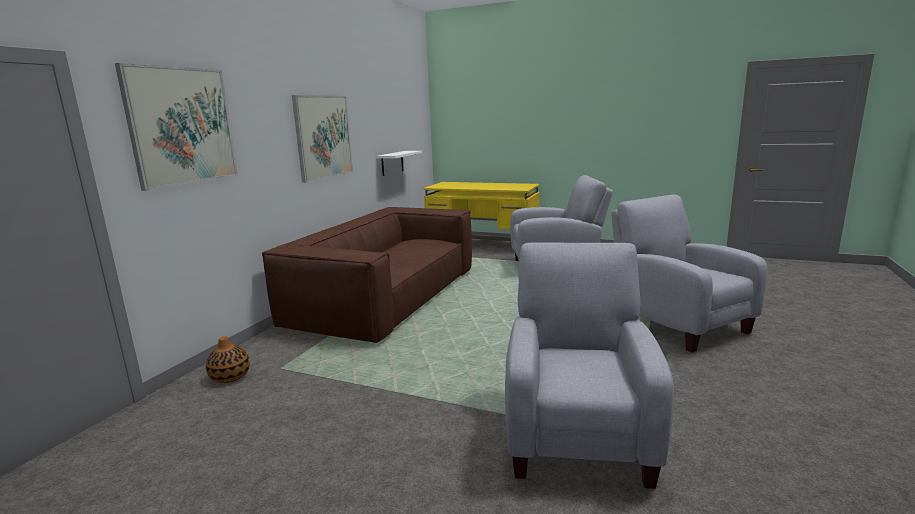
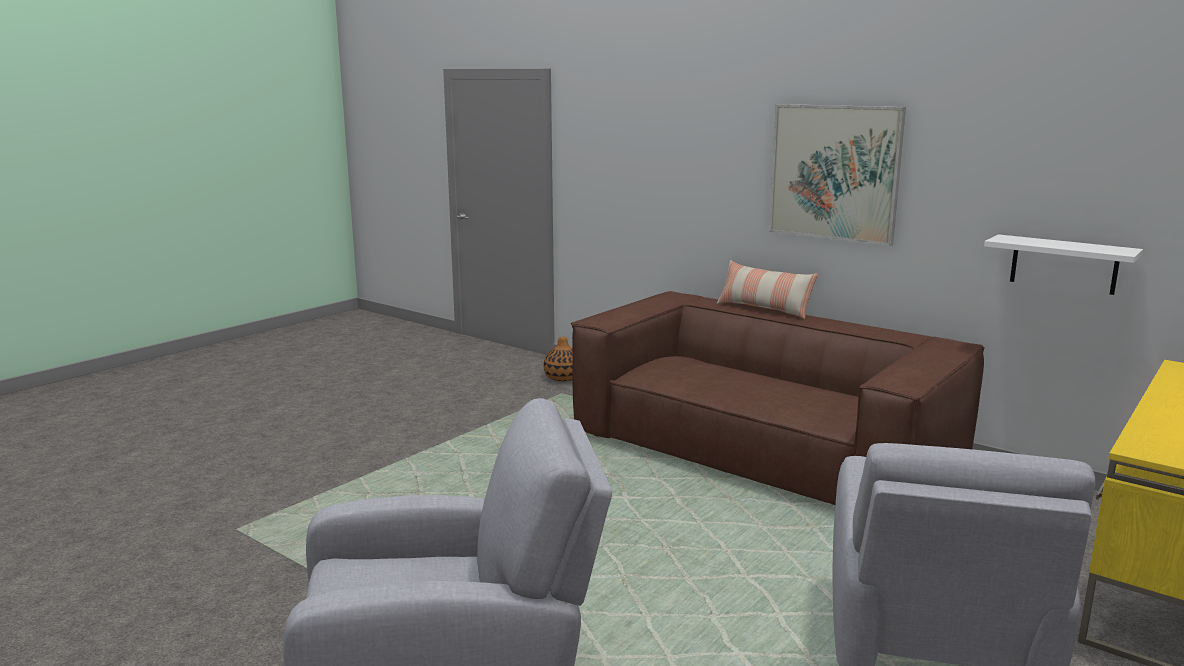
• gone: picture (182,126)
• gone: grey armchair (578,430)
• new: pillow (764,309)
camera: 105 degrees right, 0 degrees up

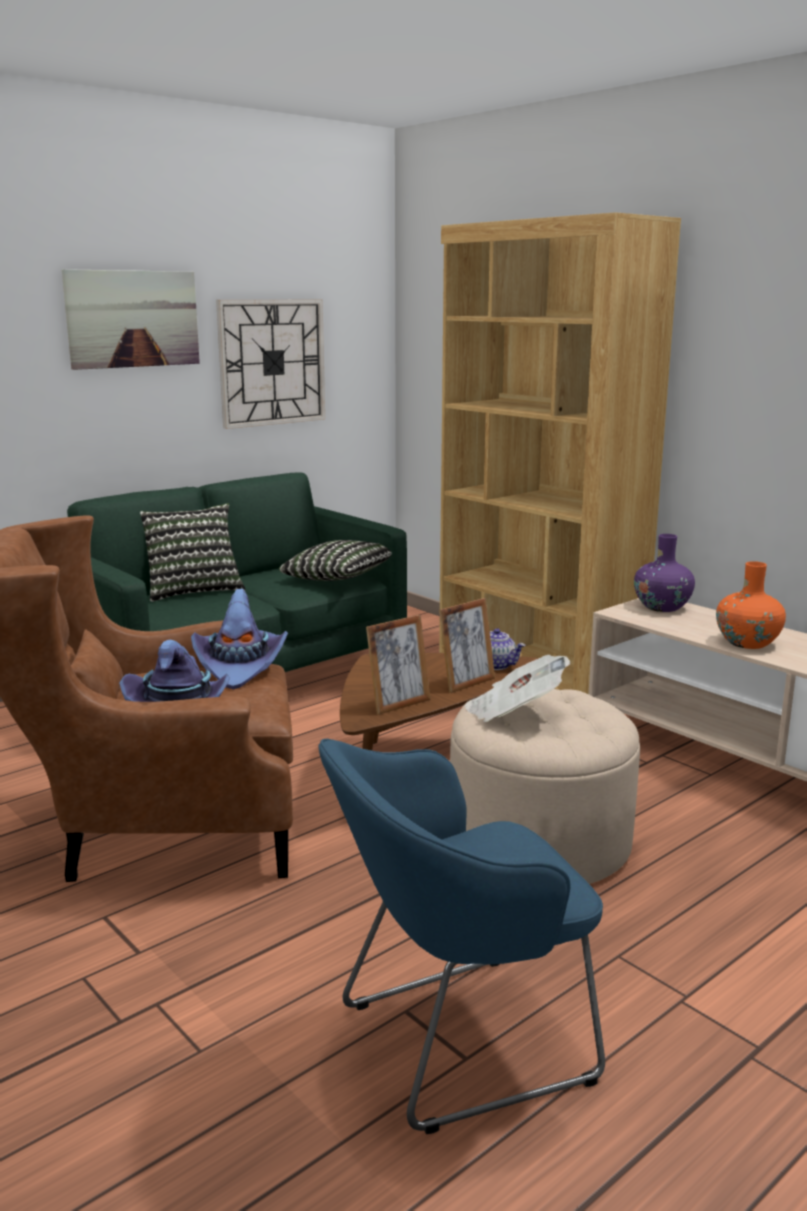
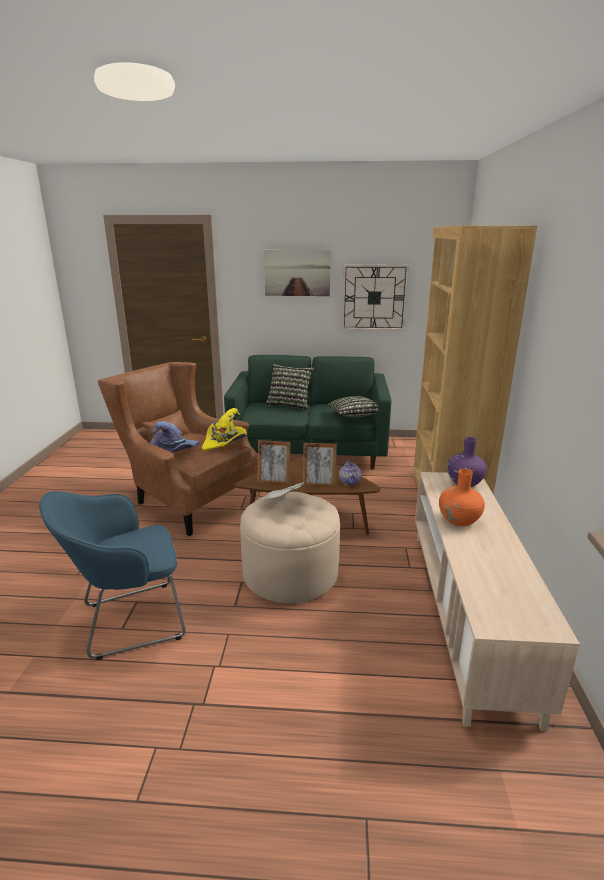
• repainted: purple hat (240,666) to yellow hat (225,442)
• rotated: blue armchair (454,1043) = (128,621) 45 degrees counterclockwise
camera: 45 degrees right, 5 degrees up

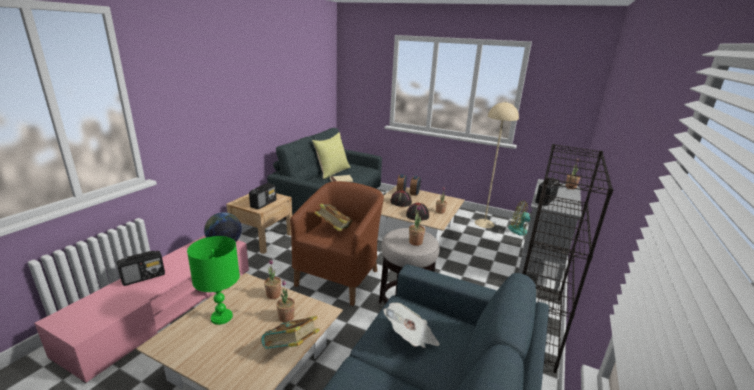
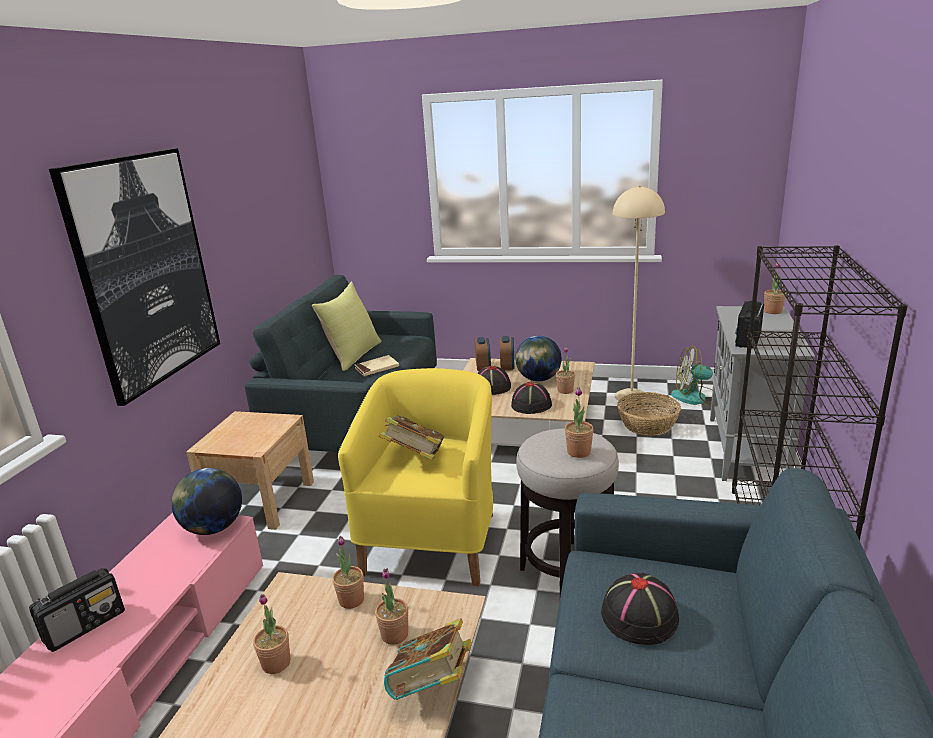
• repainted: brown armchair (340,277) to yellow armchair (433,541)
• gone: radio (264,204)
• swapped: green table lamp (222,317) to potted plant (276,663)
• swapped: newspaper (410,337) to black hat (640,616)
• new: picture (145,271)
• new: globe (538,379)
• new: basket (648,424)
camera: 10 degrees left, 0 degrees up

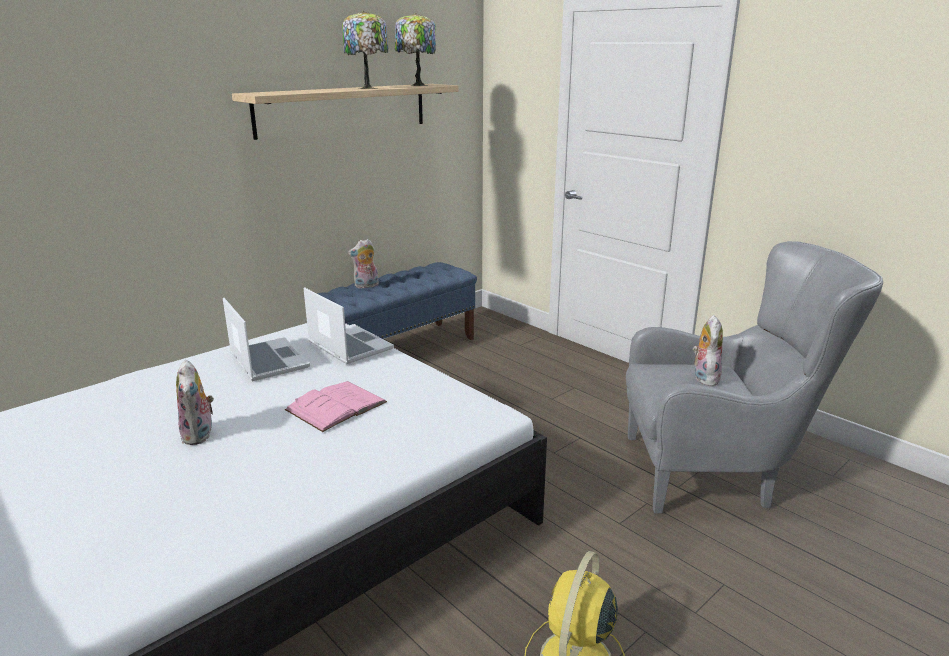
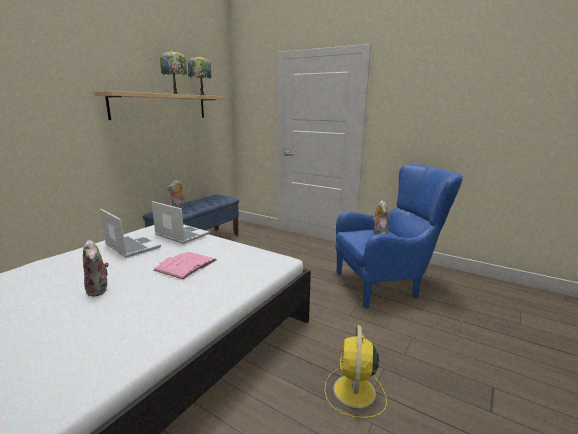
• repainted: grey armchair (719,473) to blue armchair (387,285)
camera: 15 degrees left, 5 degrees down

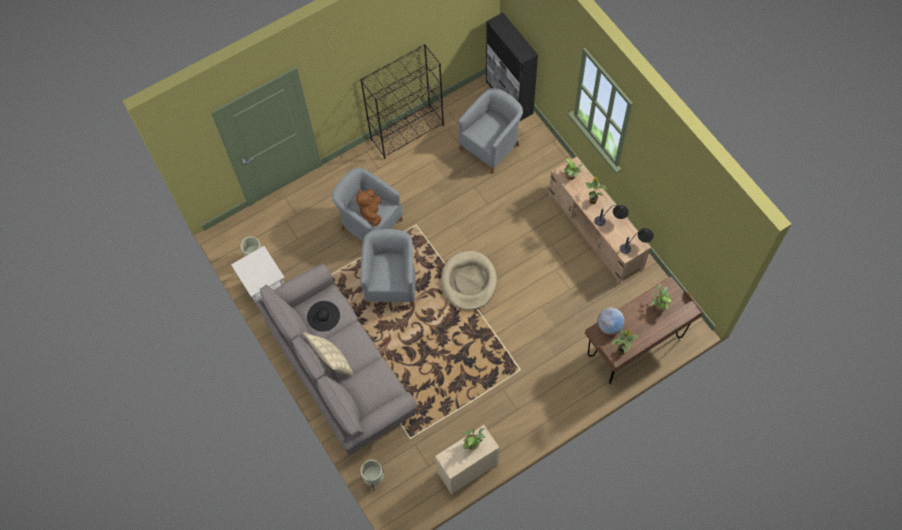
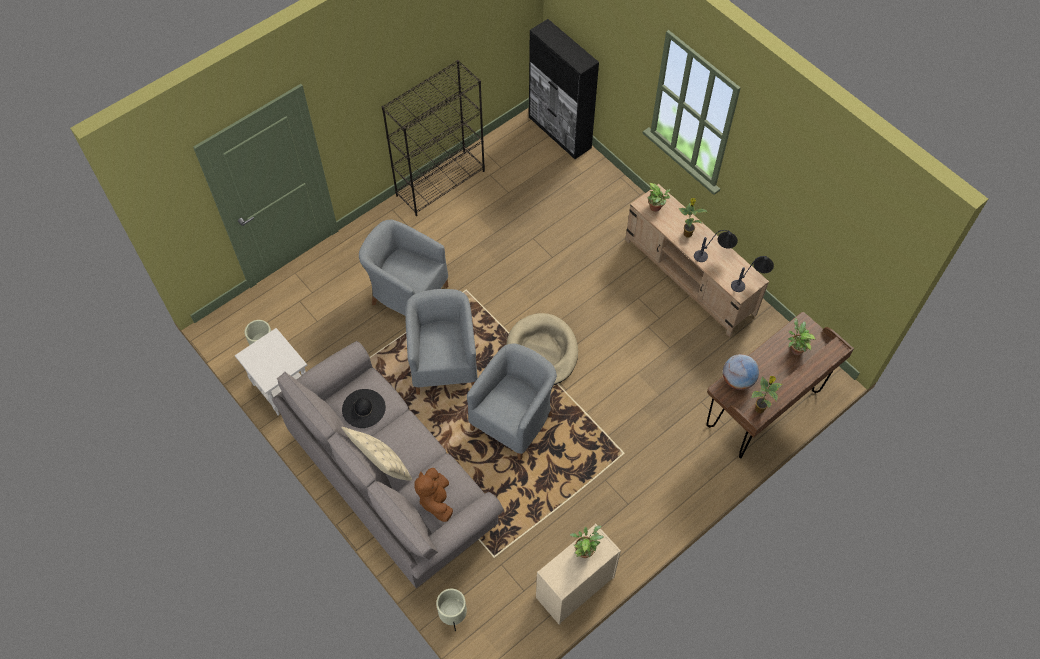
• shifted: grey armchair (491,146) to (514,419)
• shifted: brown plush toy (371,212) to (436,500)
camera: 10 degrees left, 5 degrees down

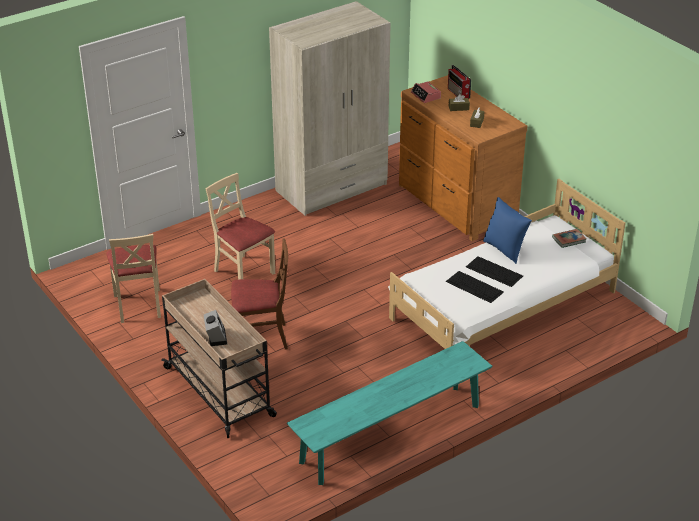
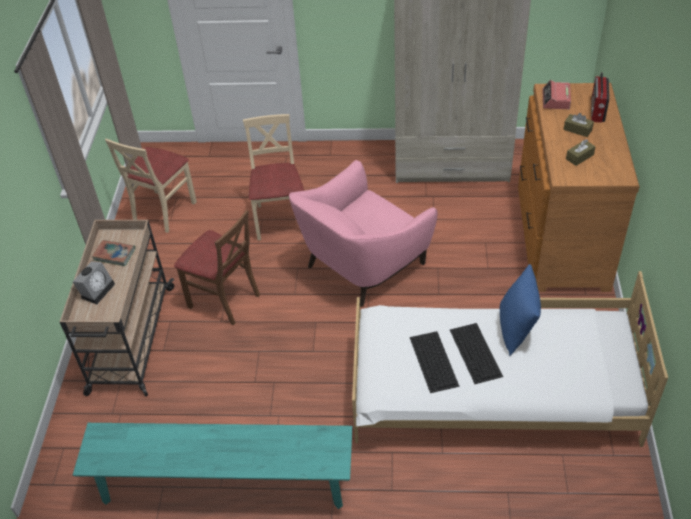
• shifted: book (569,240) to (114,254)
• new: pink armchair (363,264)
camera: 40 degrees right, 10 degrees up

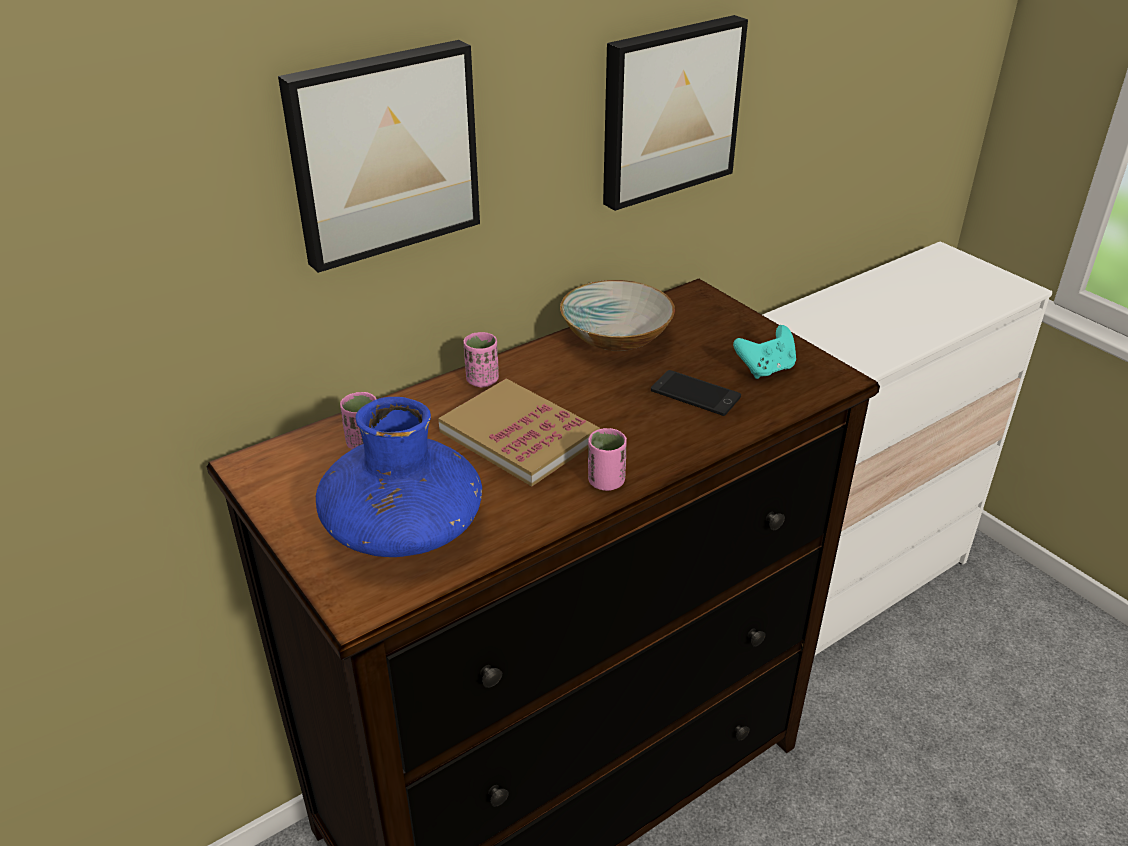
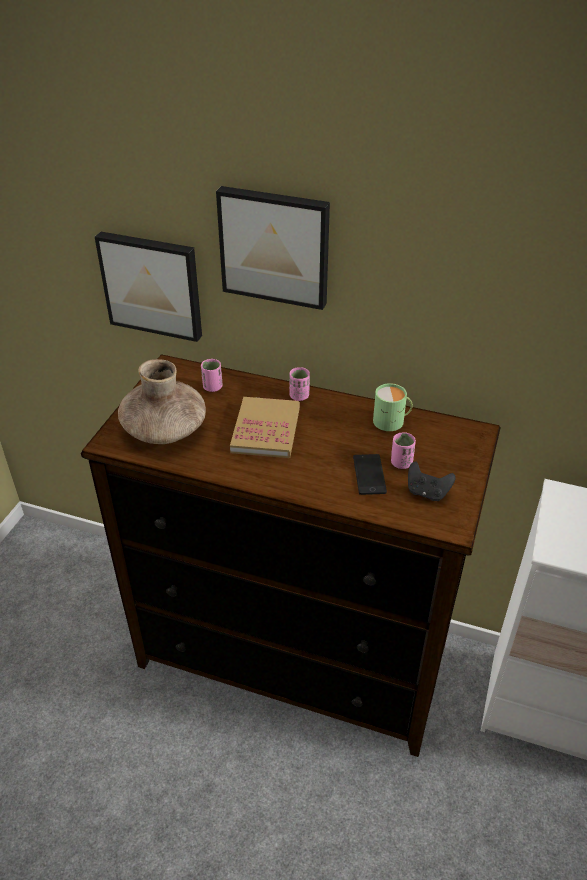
• shifted: picture (668,110) to (152,284)
• swapped: bowl (615,337) to green mug (392,421)
• repainted: turquoise game controller (766,369) to black game controller (427,493)
• repainted: blue vase (403,528) to brown vase (165,429)
• shifted: pink cup (606,482) to (401,463)
camera: 55 degrees right, 5 degrees up

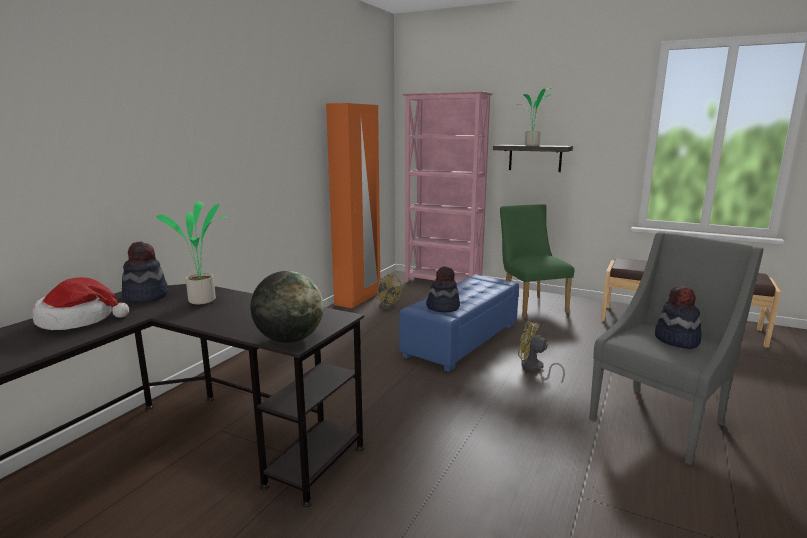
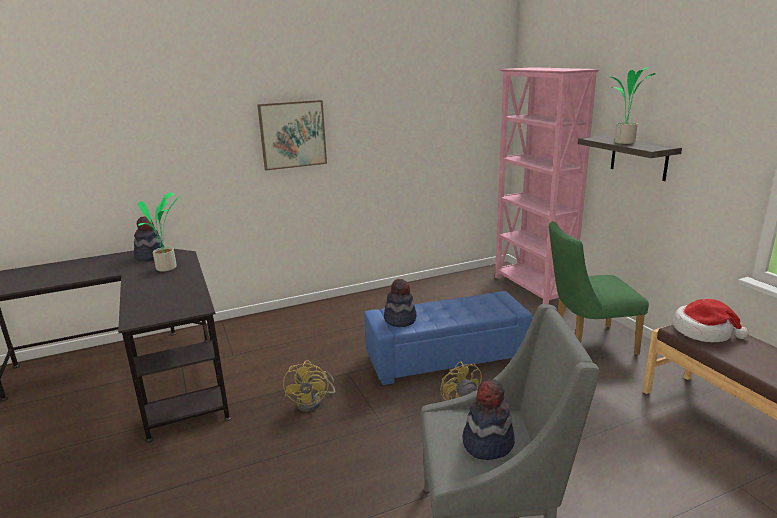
• gone: orange wardrobe (358,298)
• rotated: green chair (530,305) = (586,343) 120 degrees counterclockwise
• gone: globe (289,339)
• shifted: yellow fan (387,306) to (313,402)
• shifted: hat (78,320) to (703,332)
• new: picture (292,134)
camera: 40 degrees right, 5 degrees up

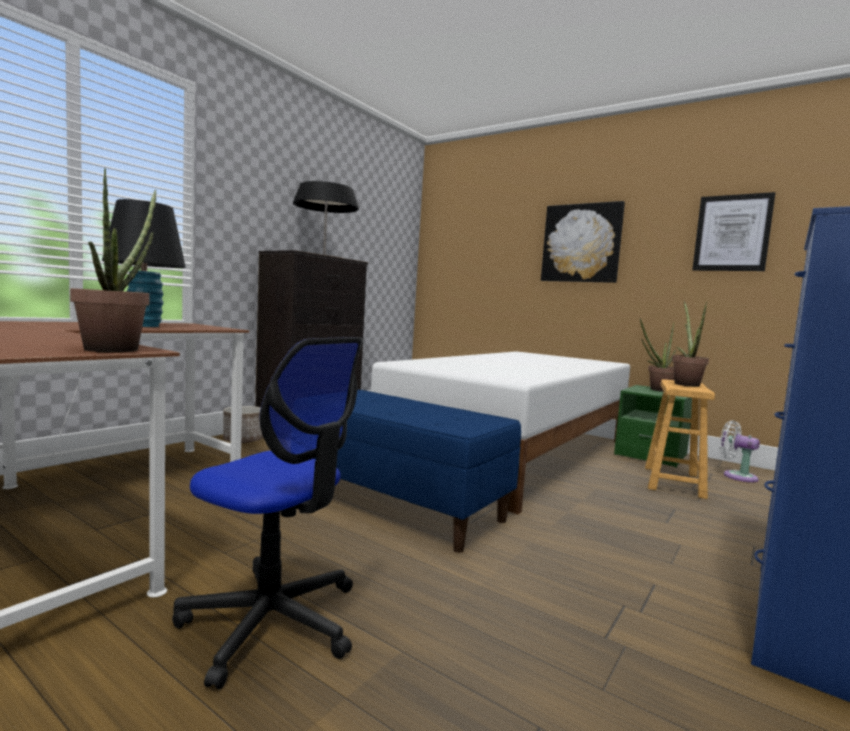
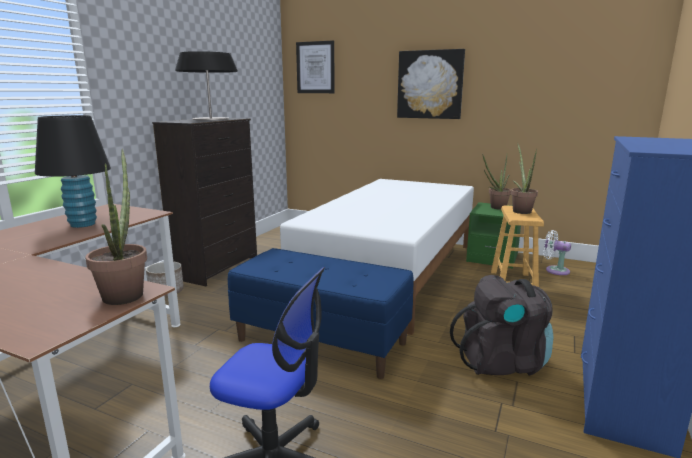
• shifted: picture (732,233) to (315,67)
• new: black backpack (502,362)
camera: 10 degrees left, 10 degrees up

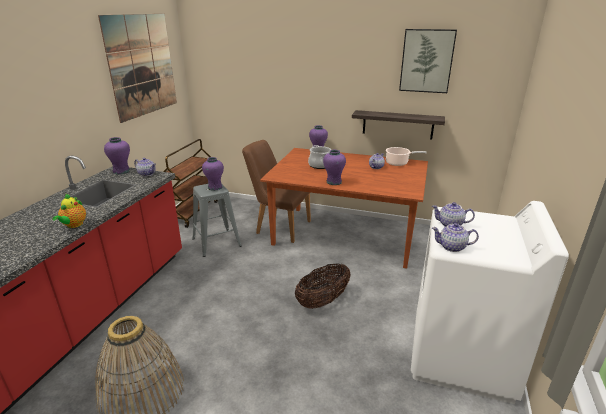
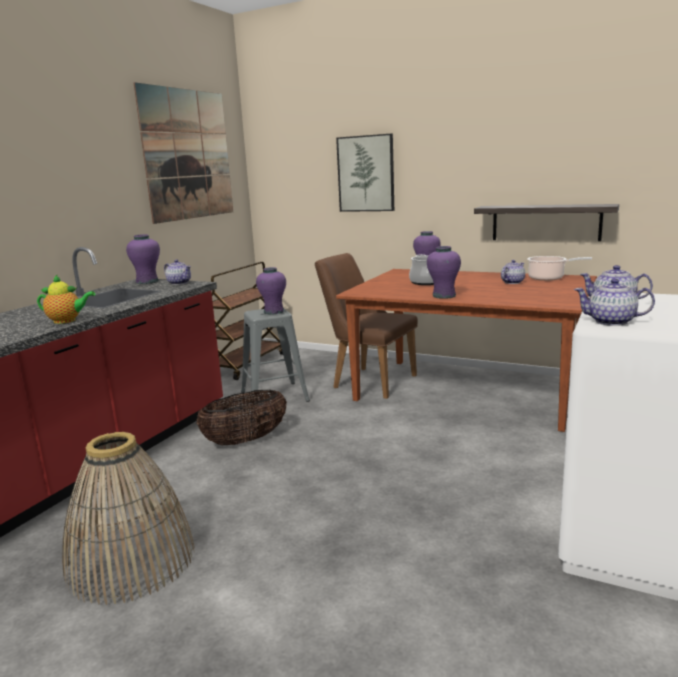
• shifted: picture (426,61) to (366,173)
• rotated: teapot (73,225) = (67,321) 105 degrees counterclockwise
• shifted: basket (323,301) to (245,440)
camera: 10 degrees right, 10 degrees down

